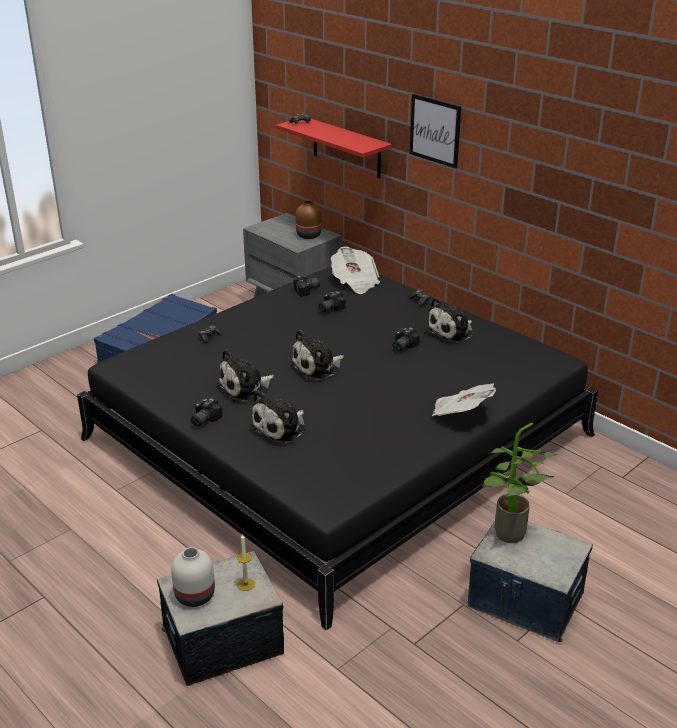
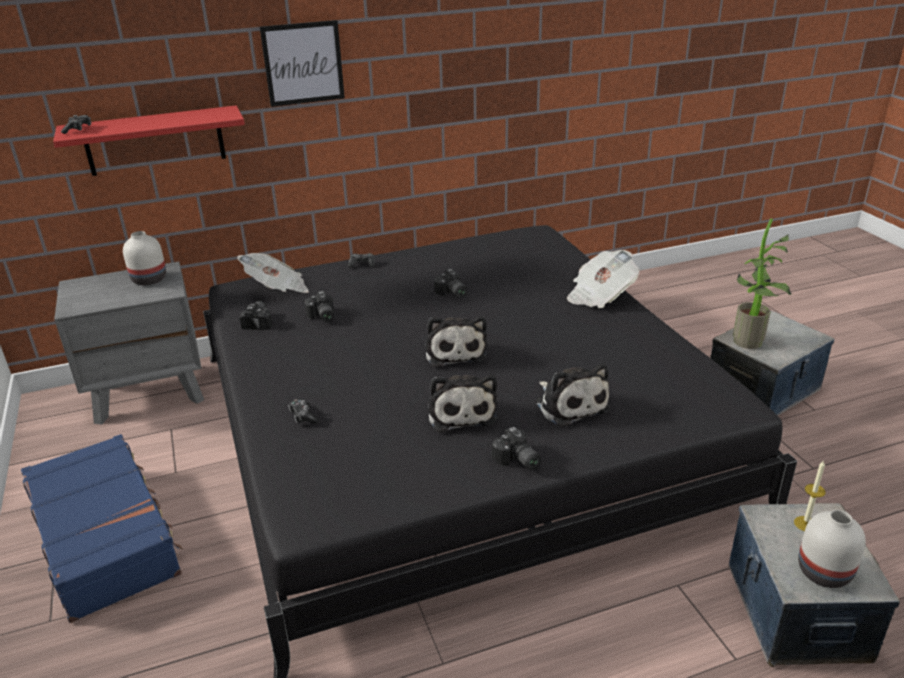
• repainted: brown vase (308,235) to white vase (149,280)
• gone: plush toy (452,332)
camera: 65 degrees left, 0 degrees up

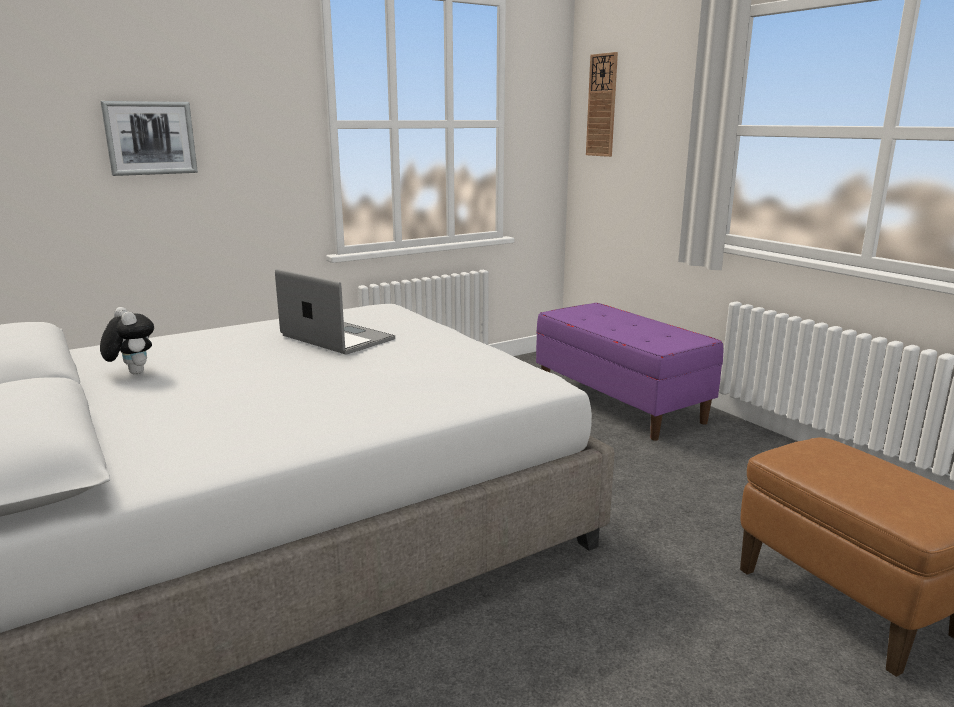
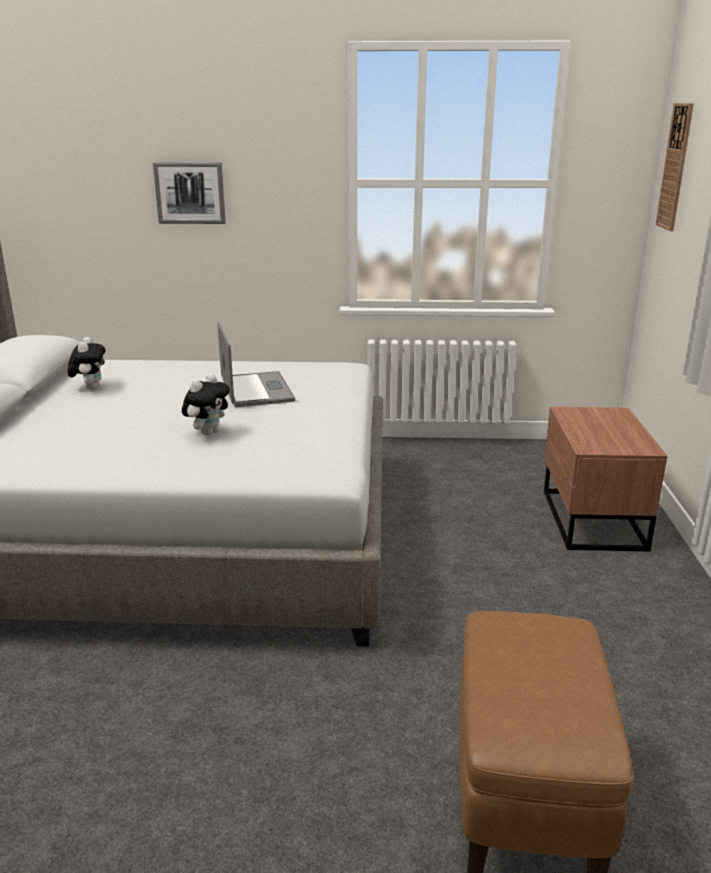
• swapped: purple bench (620,403) to brown nightstand (590,520)
• new: plush toy (208,432)
camera: 35 degrees right, 5 degrees up

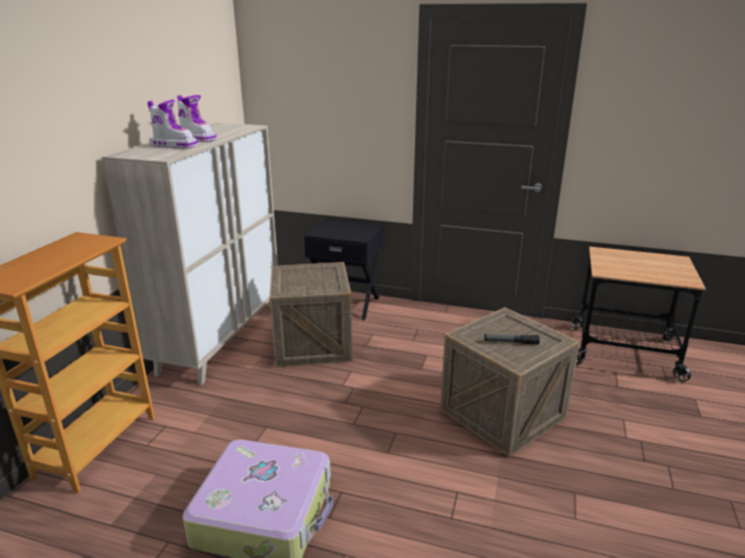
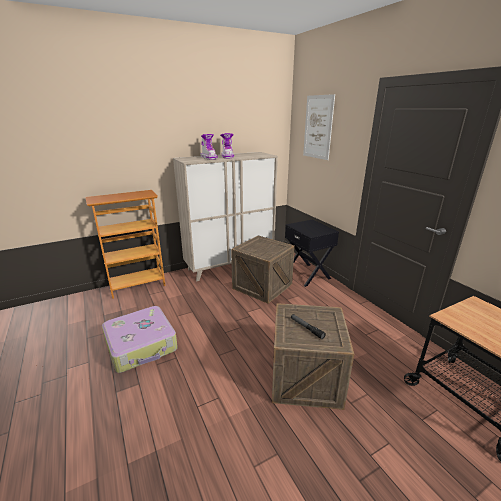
• new: picture (318,127)
camera: 45 degrees right, 0 degrees up

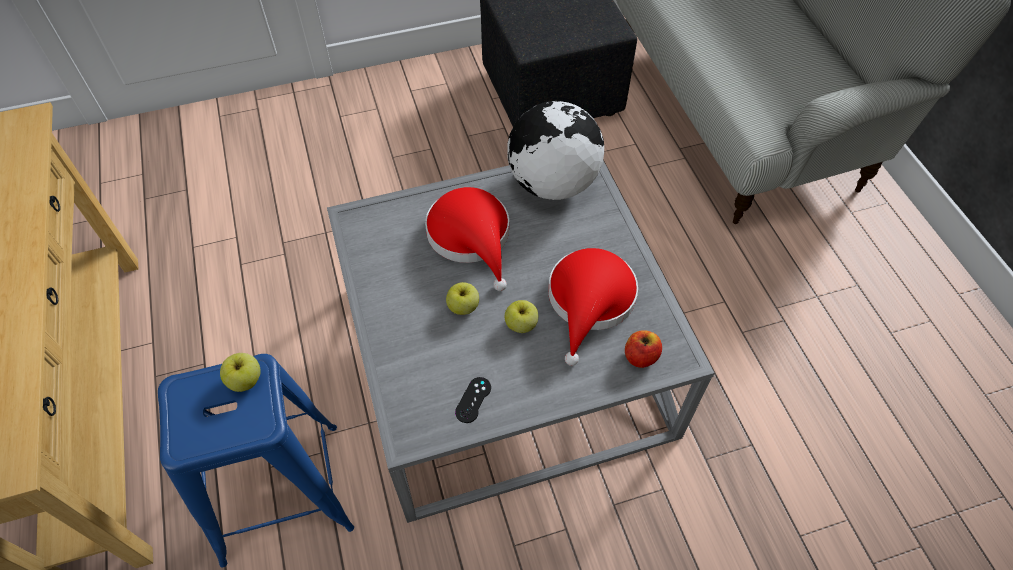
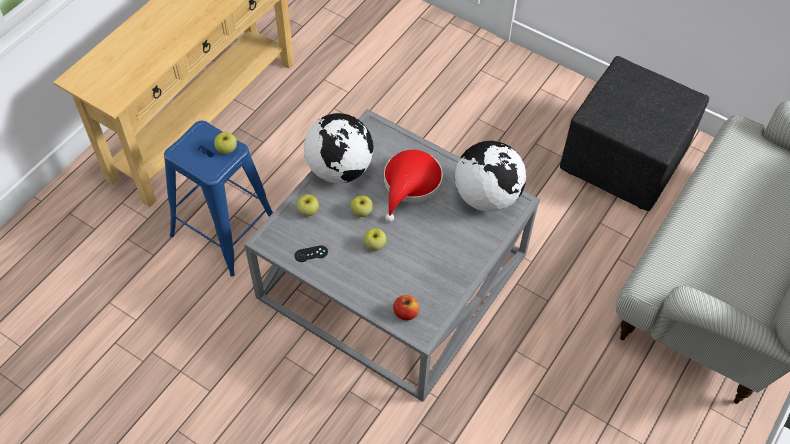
• gone: red hat (590,302)
• new: globe (340,169)
• new: apple (308,211)
camera: 50 degrees right, 0 degrees up

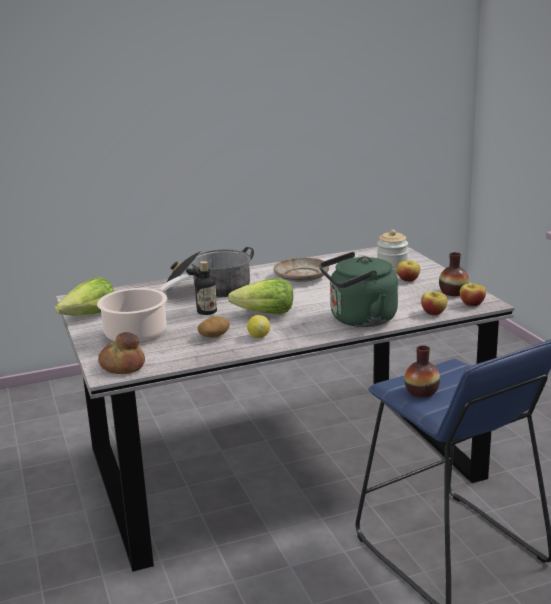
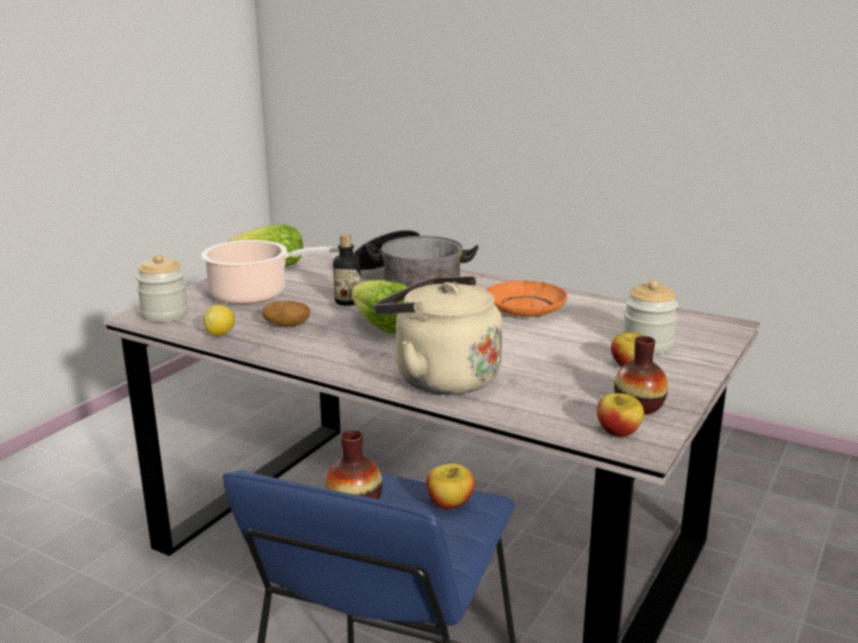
• repainted: green kettle (359,319) to beige kettle (440,378)
• repainted: beige plate (301,277) to orange plate (524,309)
• shifted: apple (433,313) to (449,503)
• shifted: lemon (259,336) to (220,334)
• swapped: bread (123,366) to jar (165,314)
camera: 50 degrees right, 0 degrees up

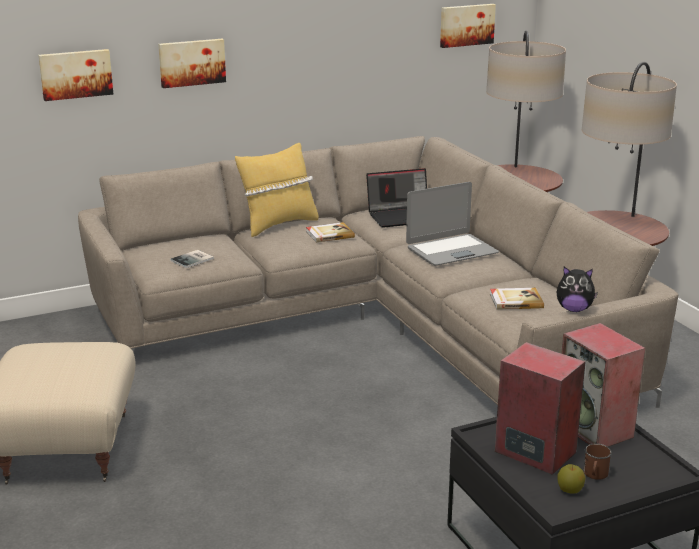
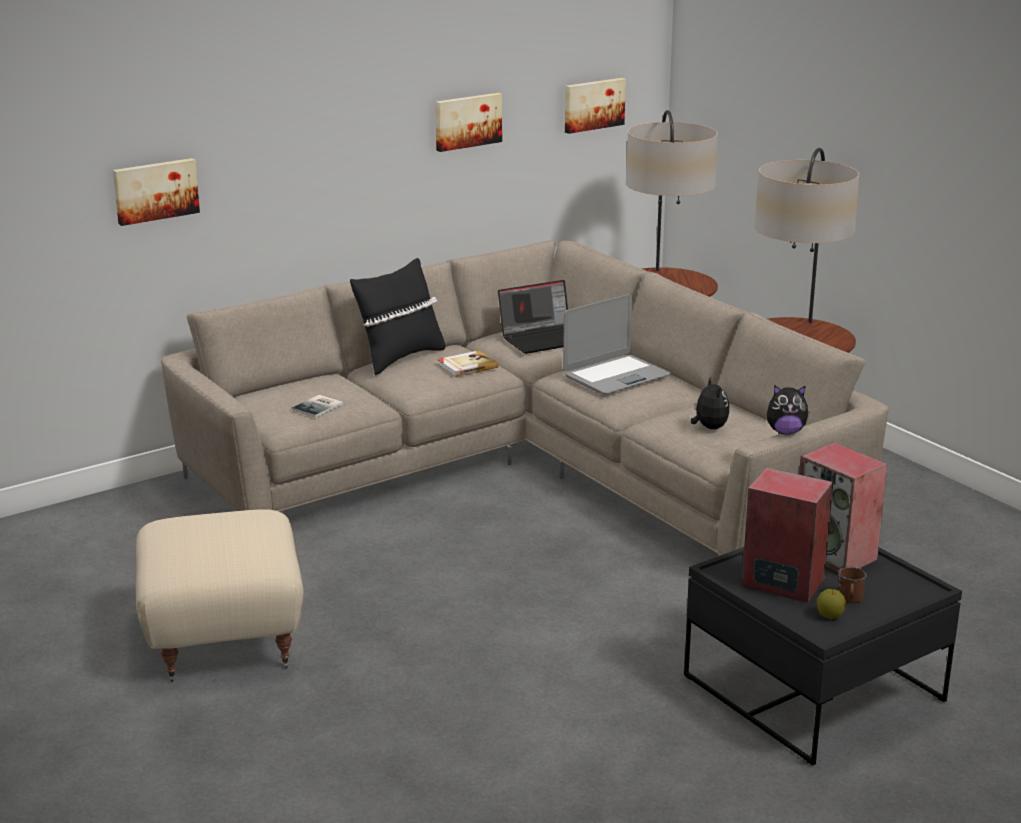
• shifted: picture (191,62) to (467,121)
• repainted: yellow pillow (278,225) to black pillow (400,358)
• swapped: book (515,300) to plush toy (709,427)
camera: 10 degrees left, 0 degrees up

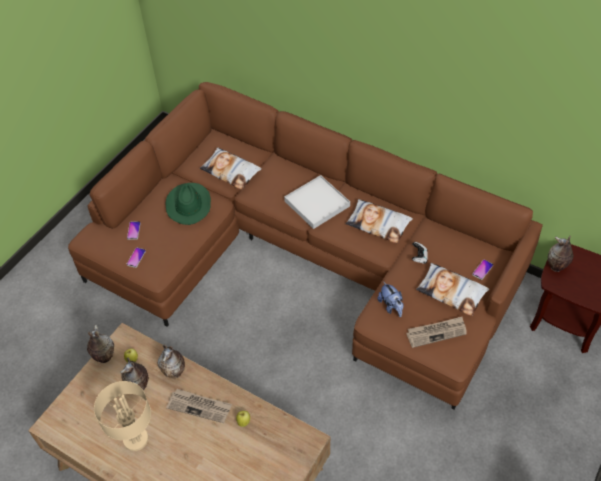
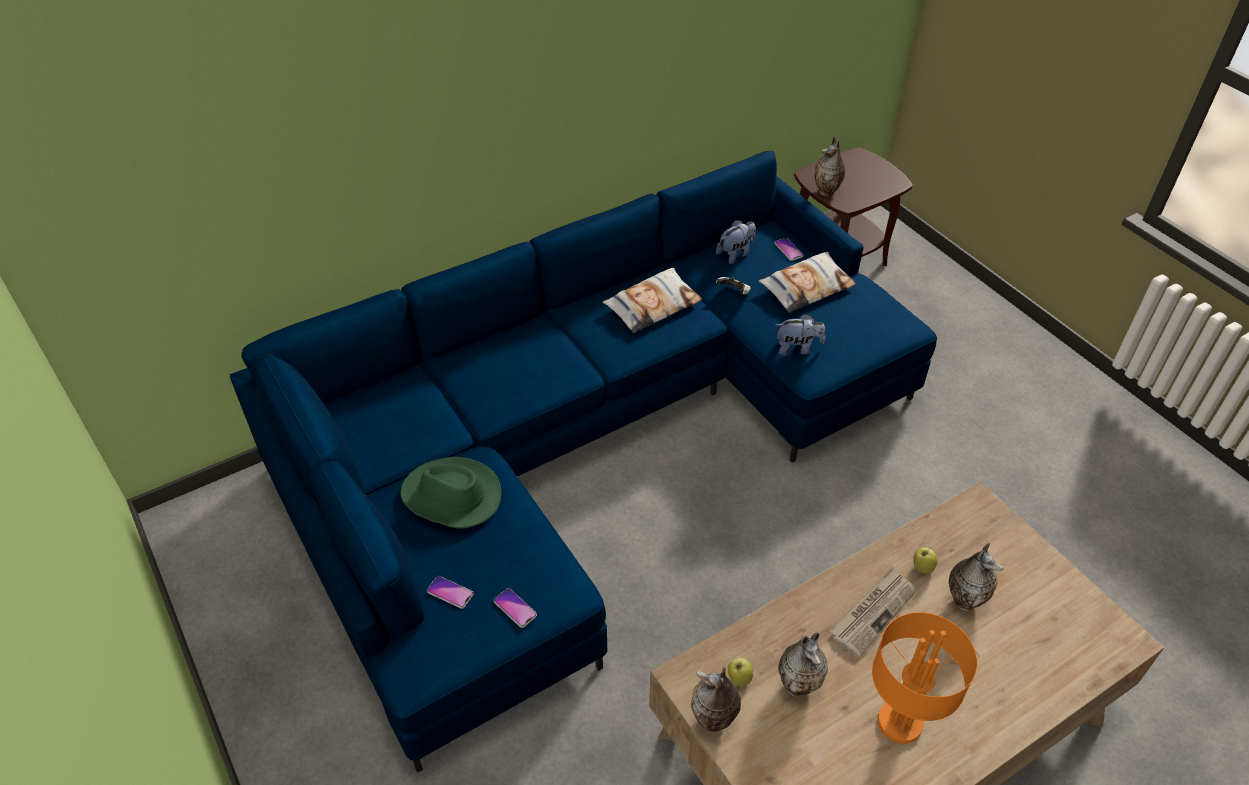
• repainted: brown sofa (303,257) to blue sofa (584,445)
• gone: pillow (231,171)
• gone: white tray (317,204)
• gone: newspaper (436,332)
• shifted: vase (175,372) to (964,599)
• repainted: beige table lamp (135,439) to orange table lamp (900,723)
• new: plush toy (735,254)
camera: 65 degrees left, 5 degrees down

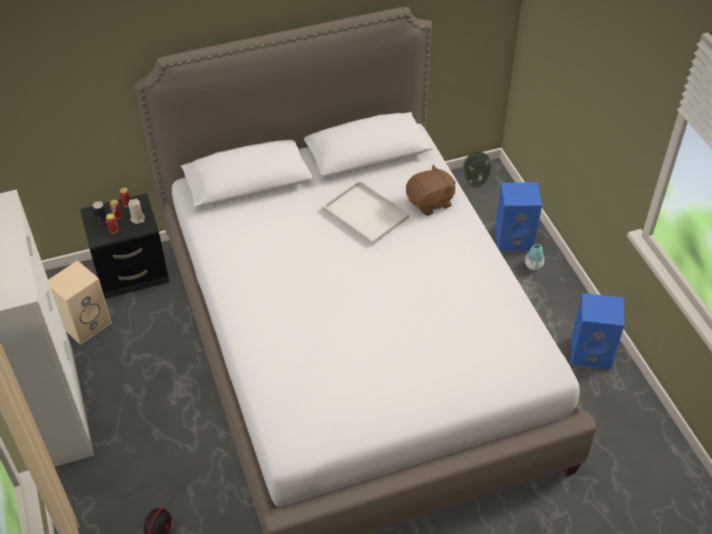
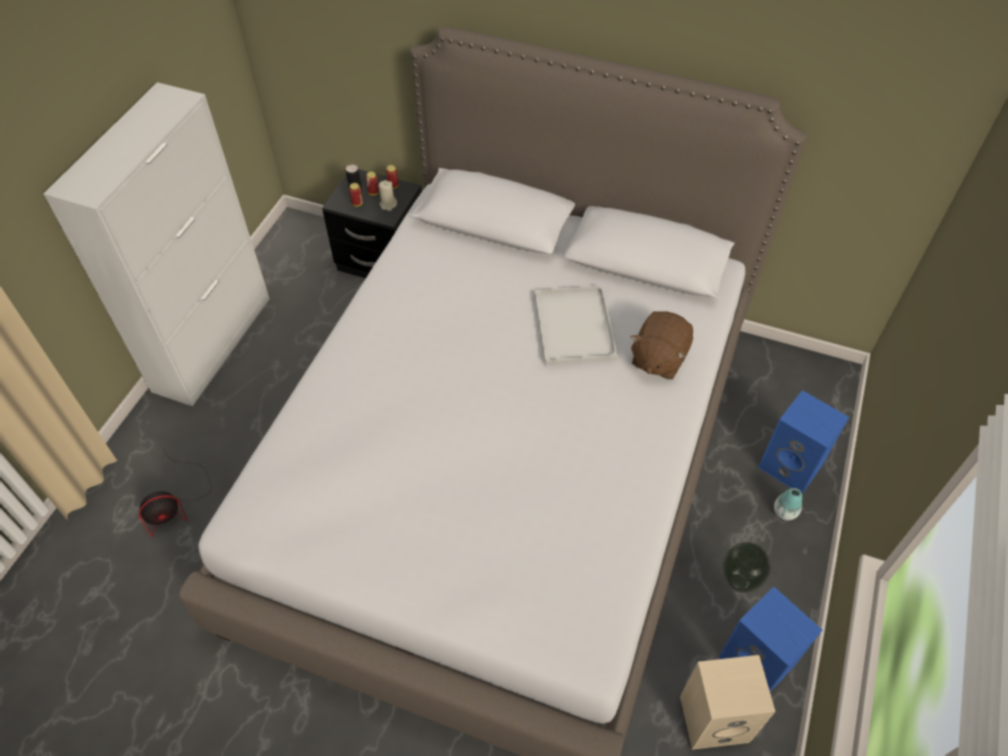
• shifted: vase (475,184) to (737,582)
• rotated: brown plush toy (430,202) = (658,358) 105 degrees clockwise
• shifted: beige speaker (86,323) to (715,717)
camera: 40 degrees right, 5 degrees up

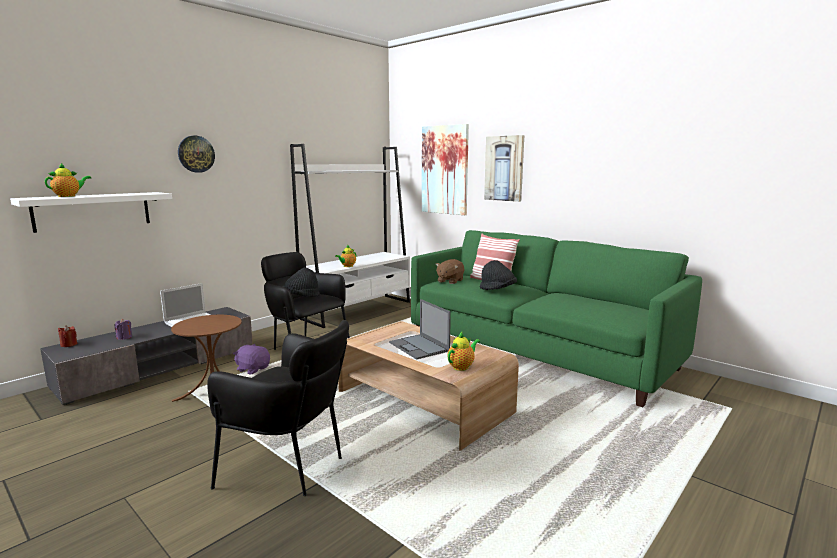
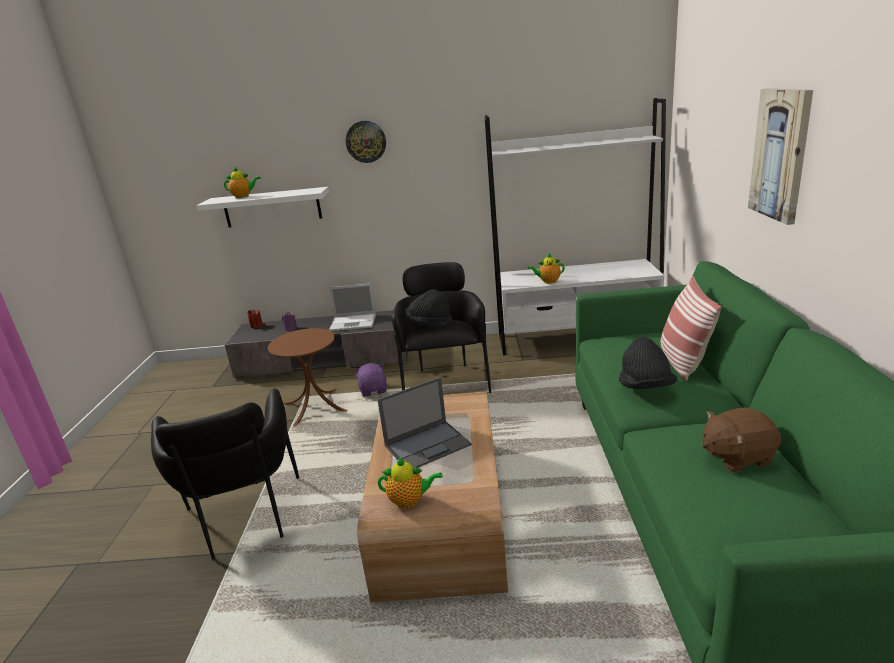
• gone: picture (444,170)
• shifted: brown plush toy (450,281) to (736,457)
• rotated: laptop (419,347) = (428,445) 135 degrees counterclockwise
camera: 50 degrees right, 10 degrees up

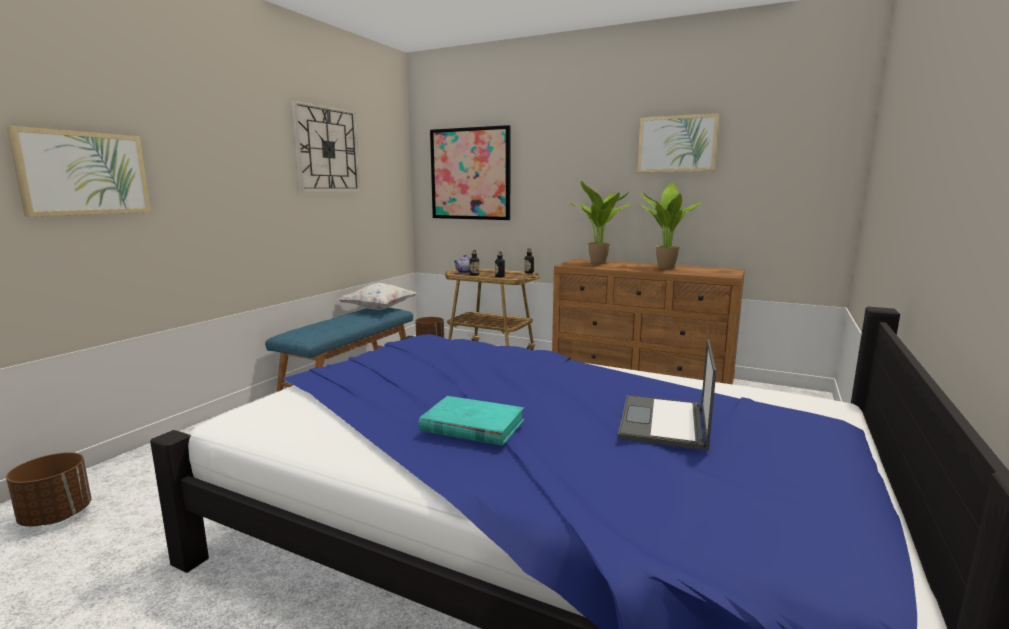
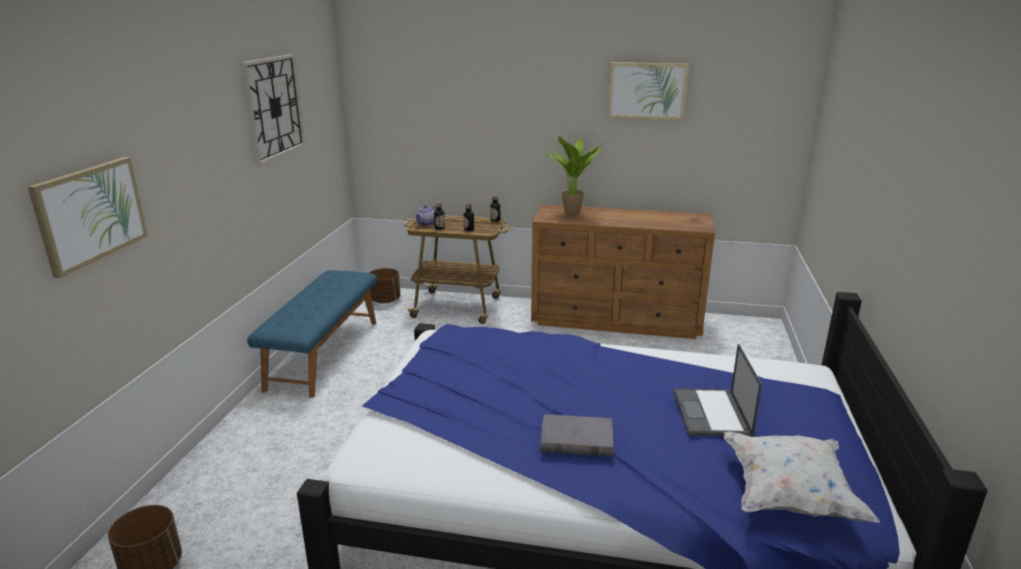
• gone: picture (470,174)
• gone: potted plant (663,267)
• shifted: white pillow (379,309) to (788,496)
• repainted: turquoise book (472,425) to grey book (576,439)
camera: 15 degrees left, 10 degrees up

